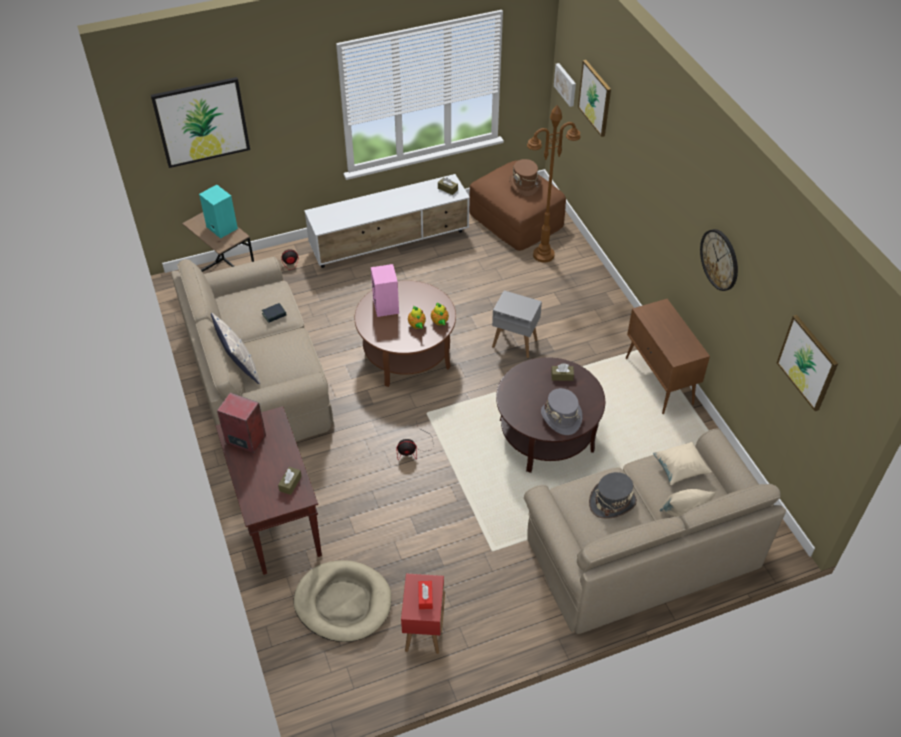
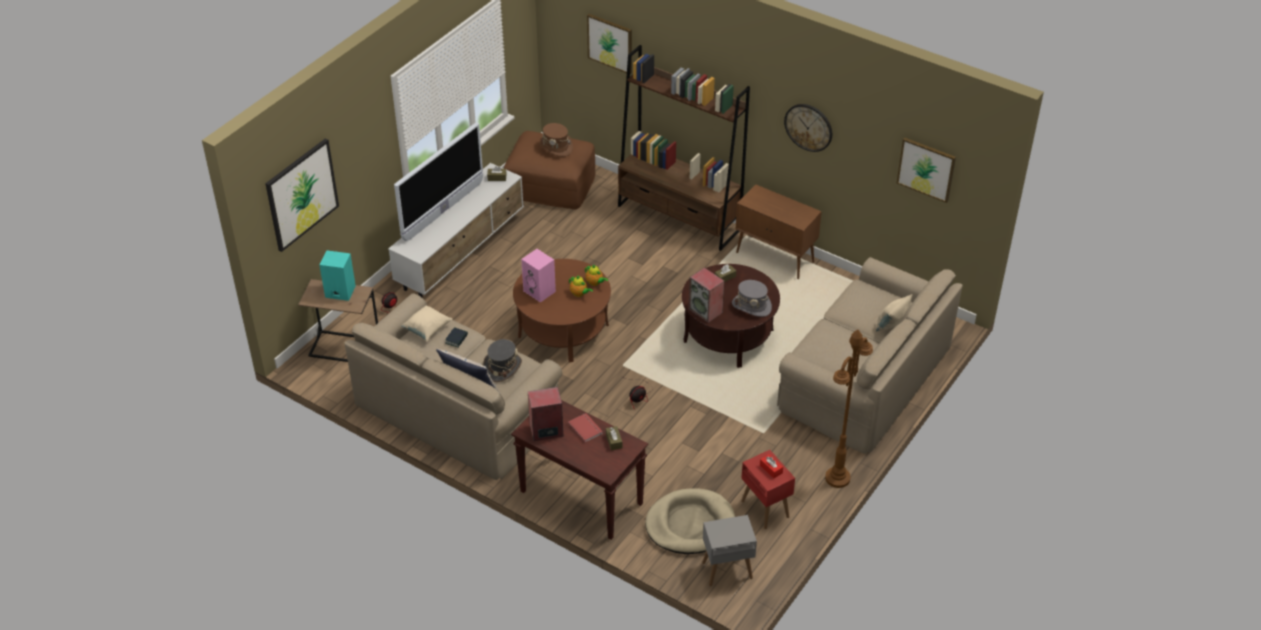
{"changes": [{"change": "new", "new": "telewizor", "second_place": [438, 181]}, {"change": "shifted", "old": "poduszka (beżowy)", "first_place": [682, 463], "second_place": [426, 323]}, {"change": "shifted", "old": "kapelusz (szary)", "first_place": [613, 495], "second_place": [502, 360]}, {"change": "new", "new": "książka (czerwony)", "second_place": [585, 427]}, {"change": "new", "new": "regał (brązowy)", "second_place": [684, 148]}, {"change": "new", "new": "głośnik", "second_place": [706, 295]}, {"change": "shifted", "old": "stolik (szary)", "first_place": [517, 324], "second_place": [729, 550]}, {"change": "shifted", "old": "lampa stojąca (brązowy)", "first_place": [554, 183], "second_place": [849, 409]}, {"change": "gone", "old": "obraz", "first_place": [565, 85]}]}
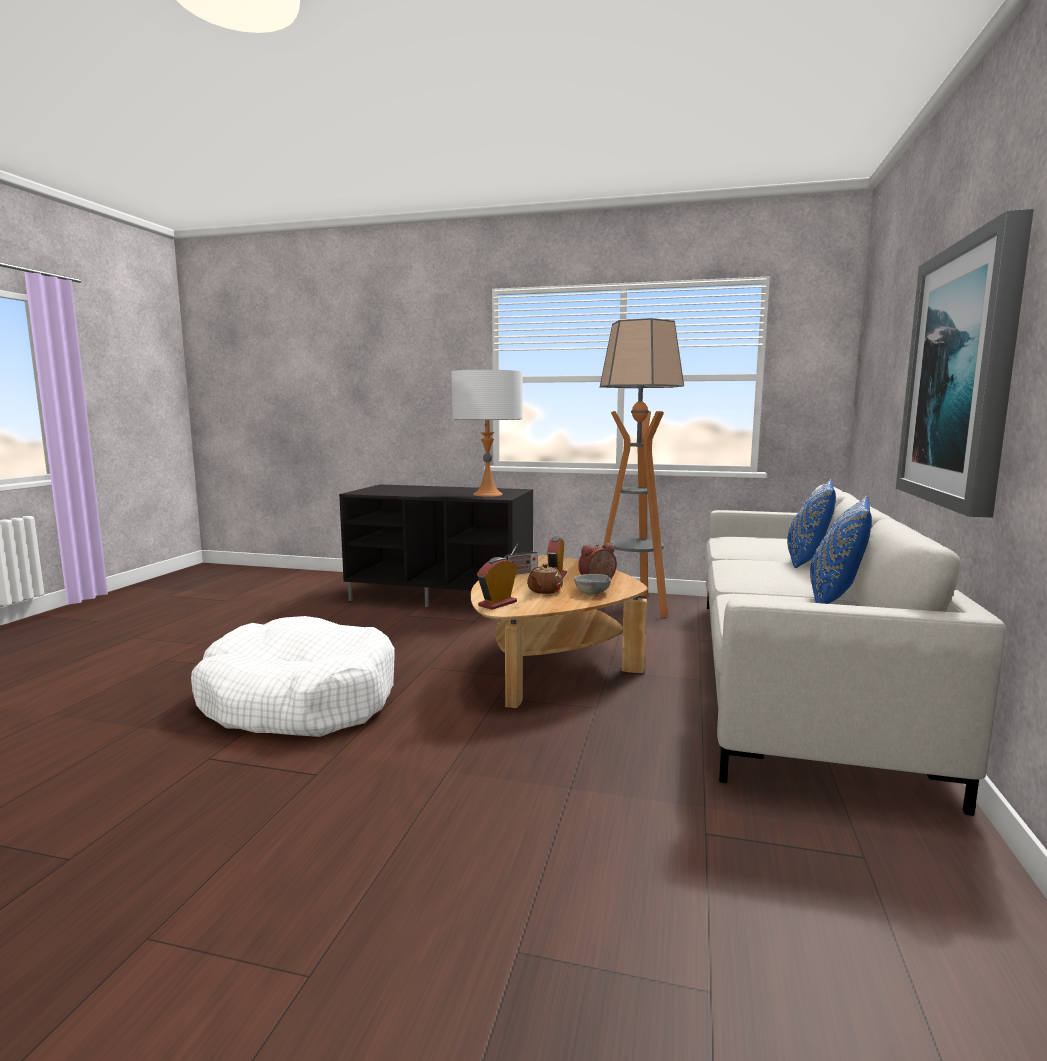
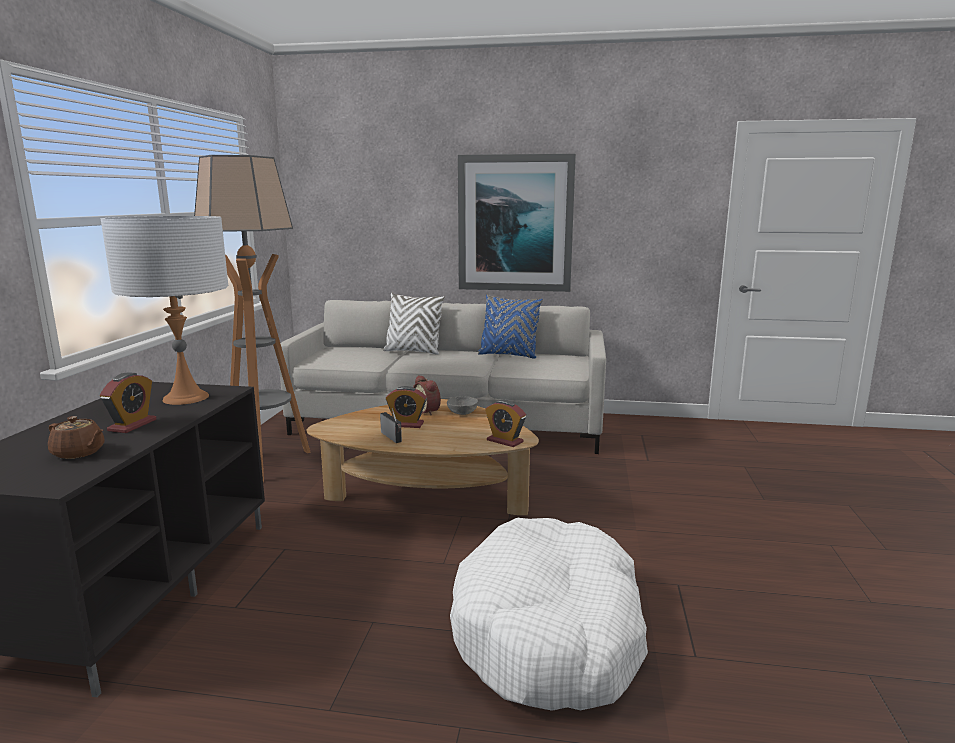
{"changes": [{"change": "shifted", "old": "imbryk (brązowy)", "first_place": [545, 578], "second_place": [76, 437]}, {"change": "new", "new": "budzik", "second_place": [128, 402]}, {"change": "repainted", "old": "poduszka (niebieski)", "new": "poduszka (biały)", "first_place": [811, 523], "second_place": [414, 324]}]}
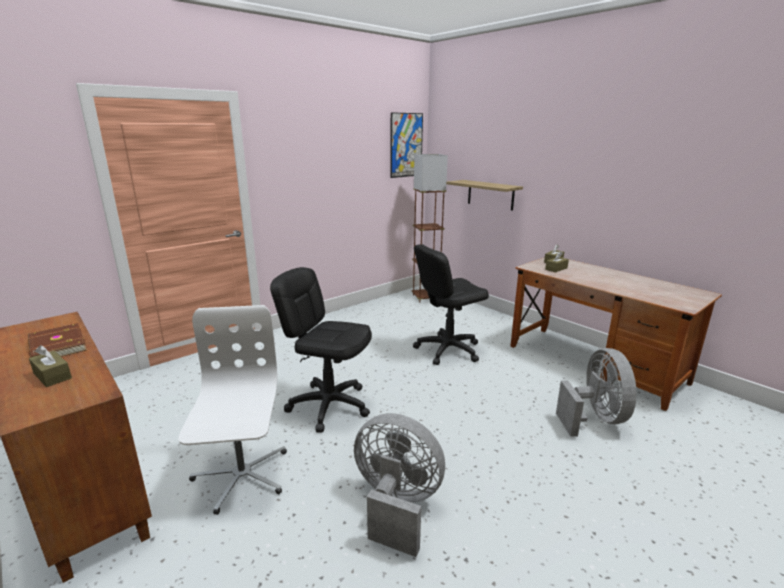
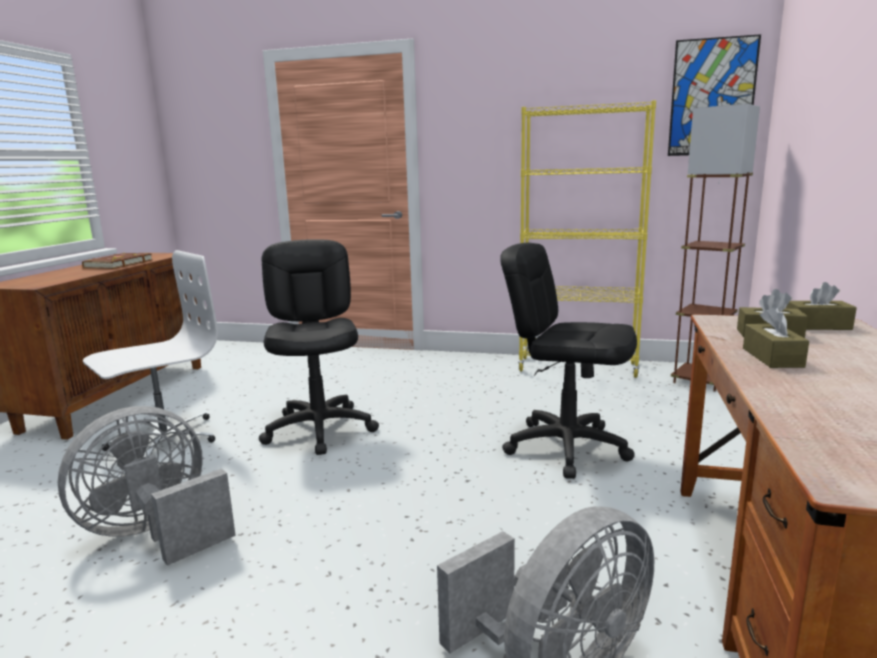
{"changes": [{"change": "rotated", "old": "wentylator (szary)", "first_place": [399, 485], "second_place": [147, 486], "degrees": -120}, {"change": "new", "new": "regał (żółty)", "second_place": [587, 239]}, {"change": "shifted", "old": "pudełko chusteczek (brązowy)", "first_place": [50, 366], "second_place": [776, 337]}, {"change": "gone", "old": "półka", "first_place": [484, 195]}]}
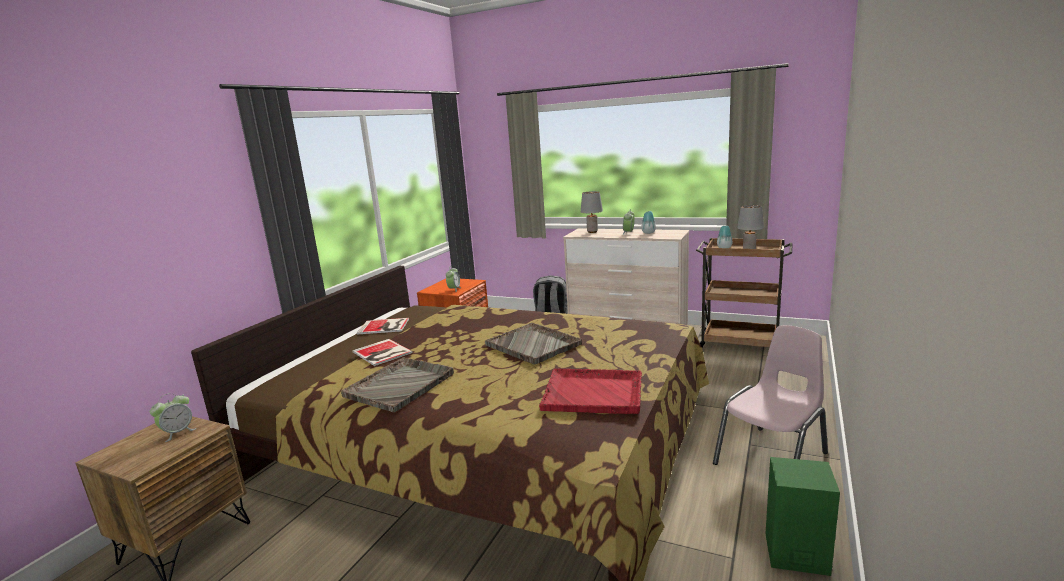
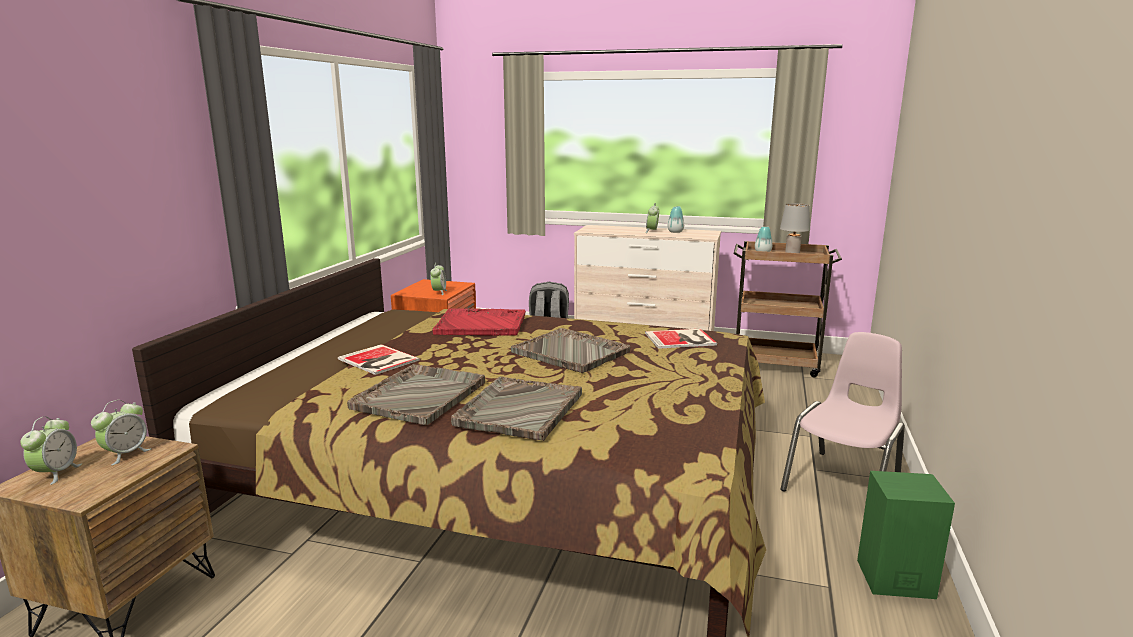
{"changes": [{"change": "new", "new": "budzik", "second_place": [51, 450]}, {"change": "shifted", "old": "taca (czerwony)", "first_place": [590, 391], "second_place": [479, 322]}, {"change": "new", "new": "taca (szary)", "second_place": [516, 409]}, {"change": "shifted", "old": "książka", "first_place": [383, 326], "second_place": [681, 339]}, {"change": "gone", "old": "lampa stołowa (szary)", "first_place": [592, 212]}]}
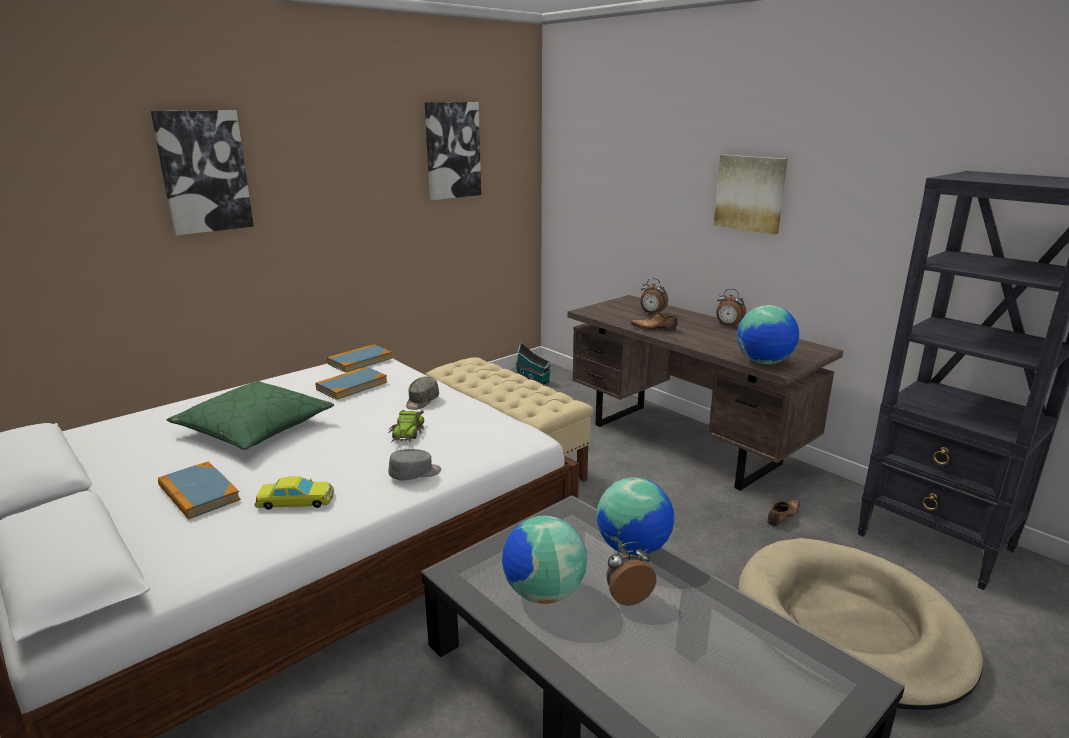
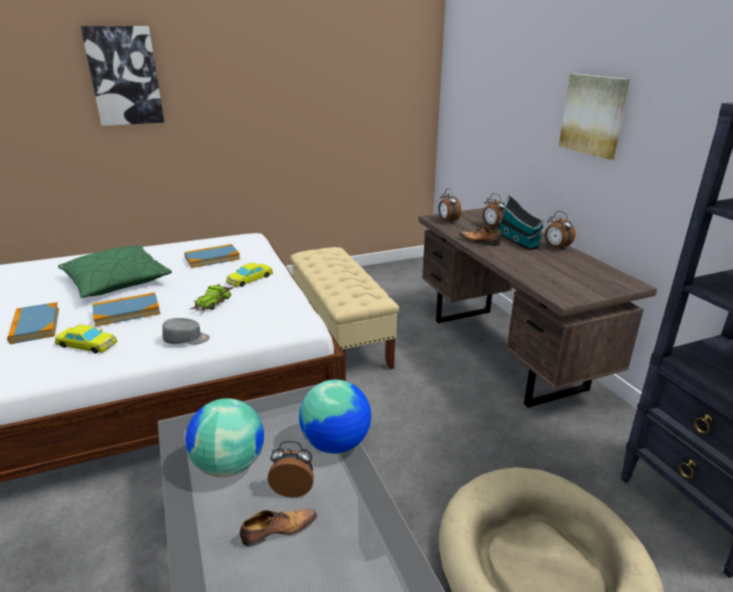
{"changes": [{"change": "shifted", "old": "książka", "first_place": [359, 358], "second_place": [126, 309]}, {"change": "swapped", "old": "czapka z daszkiem (szary)", "new": "samochodzik (żółty)", "first_place": [422, 393], "second_place": [249, 275]}, {"change": "shifted", "old": "but", "first_place": [783, 513], "second_place": [278, 527]}, {"change": "new", "new": "budzik", "second_place": [450, 205]}, {"change": "shifted", "old": "domek", "first_place": [533, 363], "second_place": [521, 222]}, {"change": "gone", "old": "obraz", "first_place": [453, 151]}, {"change": "gone", "old": "globus", "first_place": [768, 334]}]}
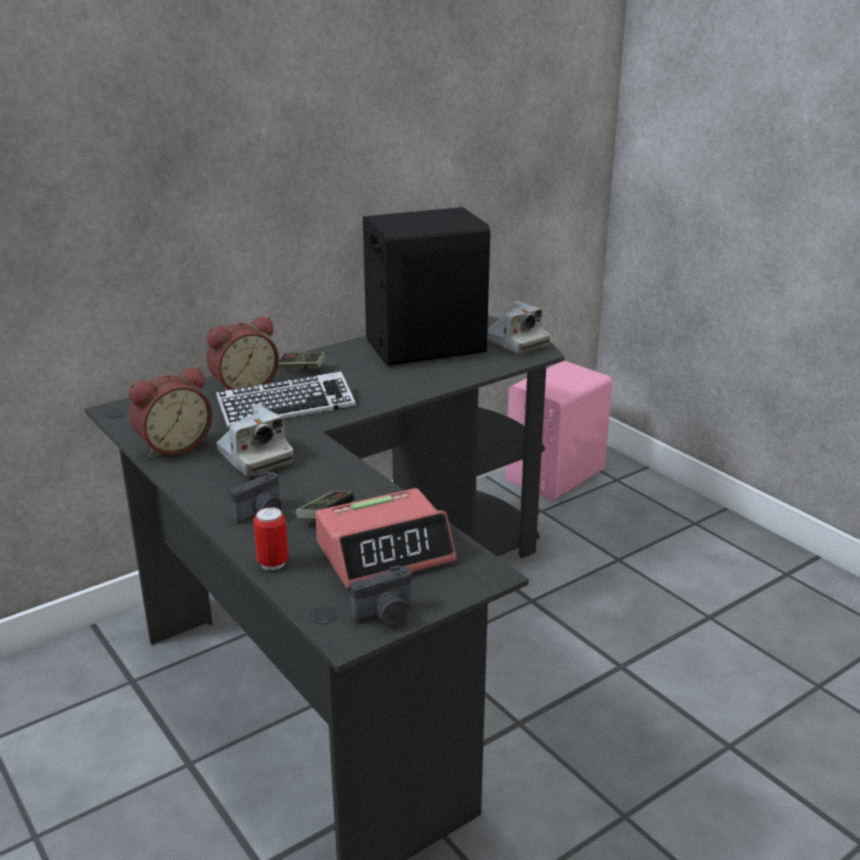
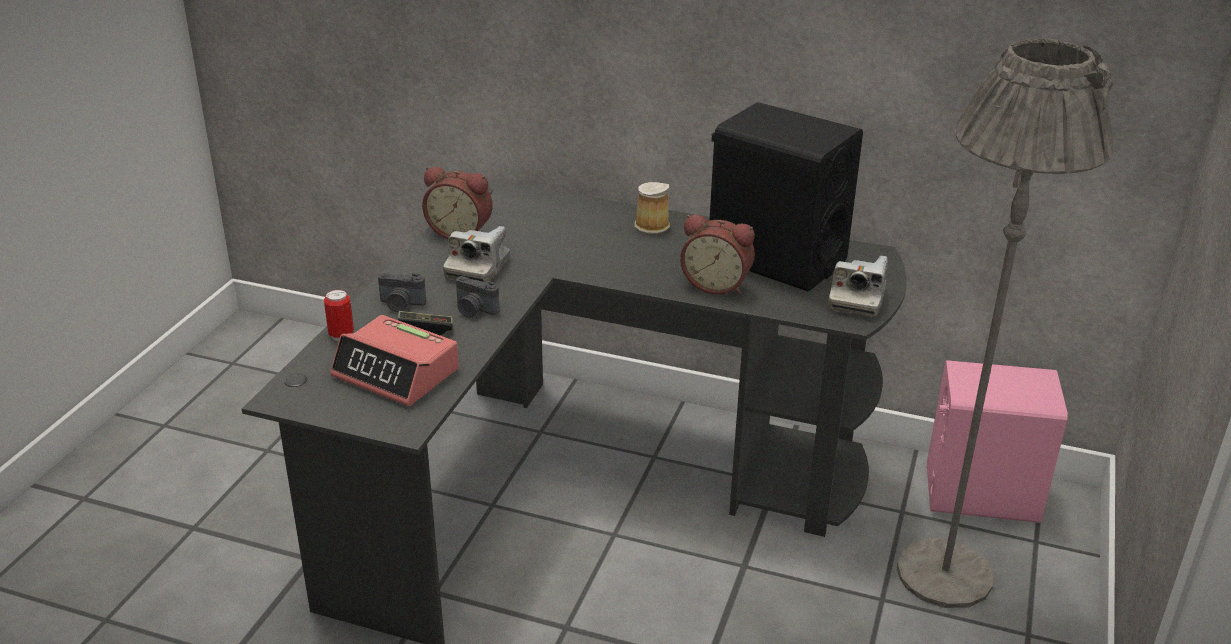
{"changes": [{"change": "shifted", "old": "aparat fotograficzny", "first_place": [381, 595], "second_place": [478, 297]}, {"change": "swapped", "old": "pad do gier", "new": "kubek", "first_place": [302, 360], "second_place": [652, 208]}, {"change": "shifted", "old": "budzik", "first_place": [243, 353], "second_place": [717, 255]}, {"change": "new", "new": "lampa stojąca (szary)", "second_place": [1005, 323]}, {"change": "gone", "old": "klawiatura", "first_place": [286, 400]}]}
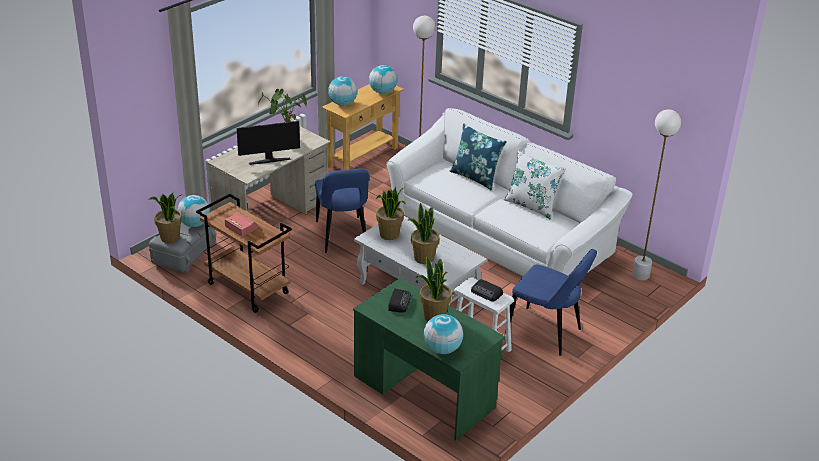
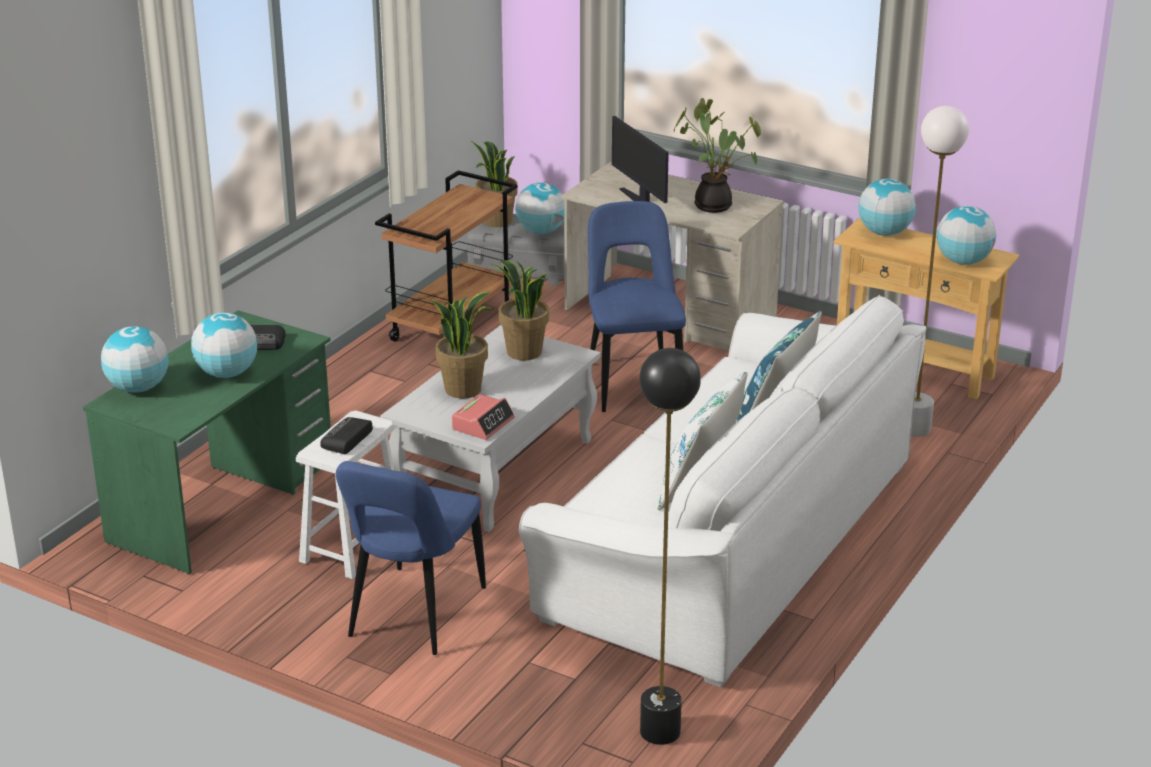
{"changes": [{"change": "swapped", "old": "roślina doniczkowa", "new": "globus", "first_place": [434, 288], "second_place": [224, 345]}, {"change": "shifted", "old": "budzik", "first_place": [242, 224], "second_place": [483, 417]}, {"change": "rotated", "old": "krzesło (niebieski)", "first_place": [342, 210], "second_place": [637, 306], "degrees": 105}, {"change": "repainted", "old": "lampa stojąca (biały)", "new": "lampa stojąca (czarny)", "first_place": [656, 194], "second_place": [670, 546]}]}
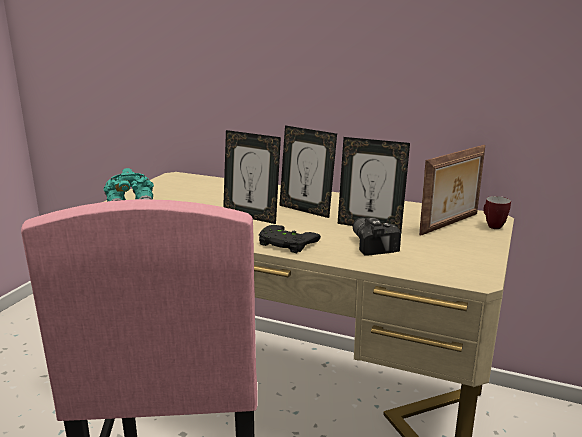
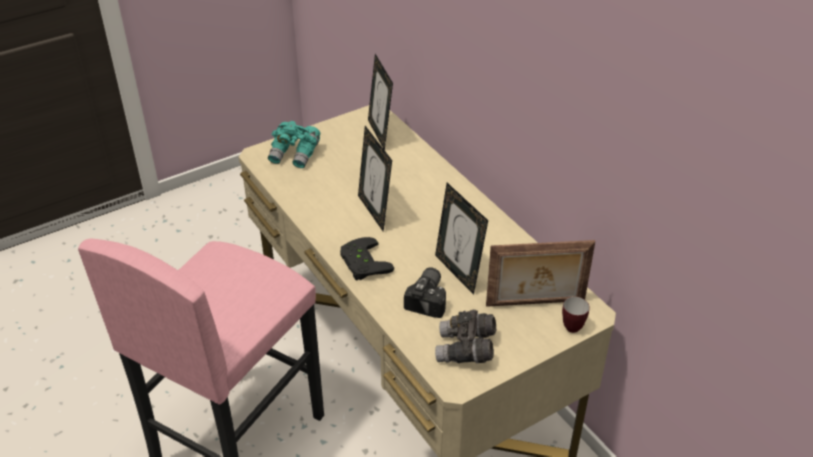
{"changes": [{"change": "shifted", "old": "ramka na zdjęcie", "first_place": [308, 172], "second_place": [380, 102]}, {"change": "new", "new": "lornetka (szary)", "second_place": [465, 336]}]}
